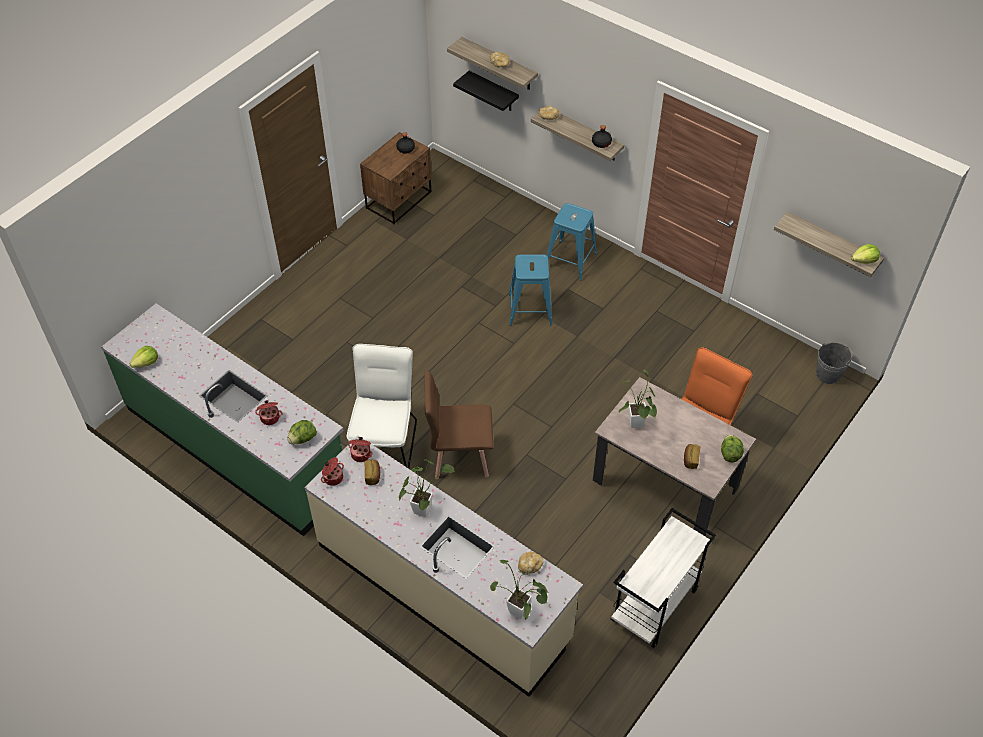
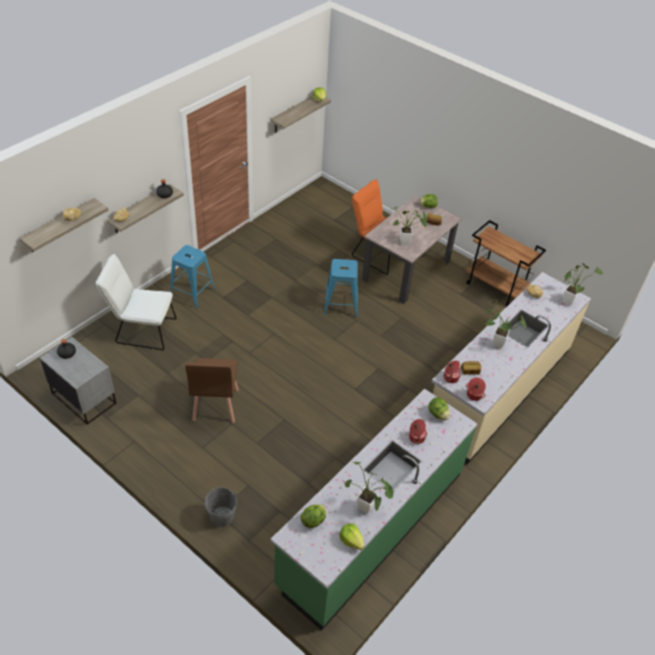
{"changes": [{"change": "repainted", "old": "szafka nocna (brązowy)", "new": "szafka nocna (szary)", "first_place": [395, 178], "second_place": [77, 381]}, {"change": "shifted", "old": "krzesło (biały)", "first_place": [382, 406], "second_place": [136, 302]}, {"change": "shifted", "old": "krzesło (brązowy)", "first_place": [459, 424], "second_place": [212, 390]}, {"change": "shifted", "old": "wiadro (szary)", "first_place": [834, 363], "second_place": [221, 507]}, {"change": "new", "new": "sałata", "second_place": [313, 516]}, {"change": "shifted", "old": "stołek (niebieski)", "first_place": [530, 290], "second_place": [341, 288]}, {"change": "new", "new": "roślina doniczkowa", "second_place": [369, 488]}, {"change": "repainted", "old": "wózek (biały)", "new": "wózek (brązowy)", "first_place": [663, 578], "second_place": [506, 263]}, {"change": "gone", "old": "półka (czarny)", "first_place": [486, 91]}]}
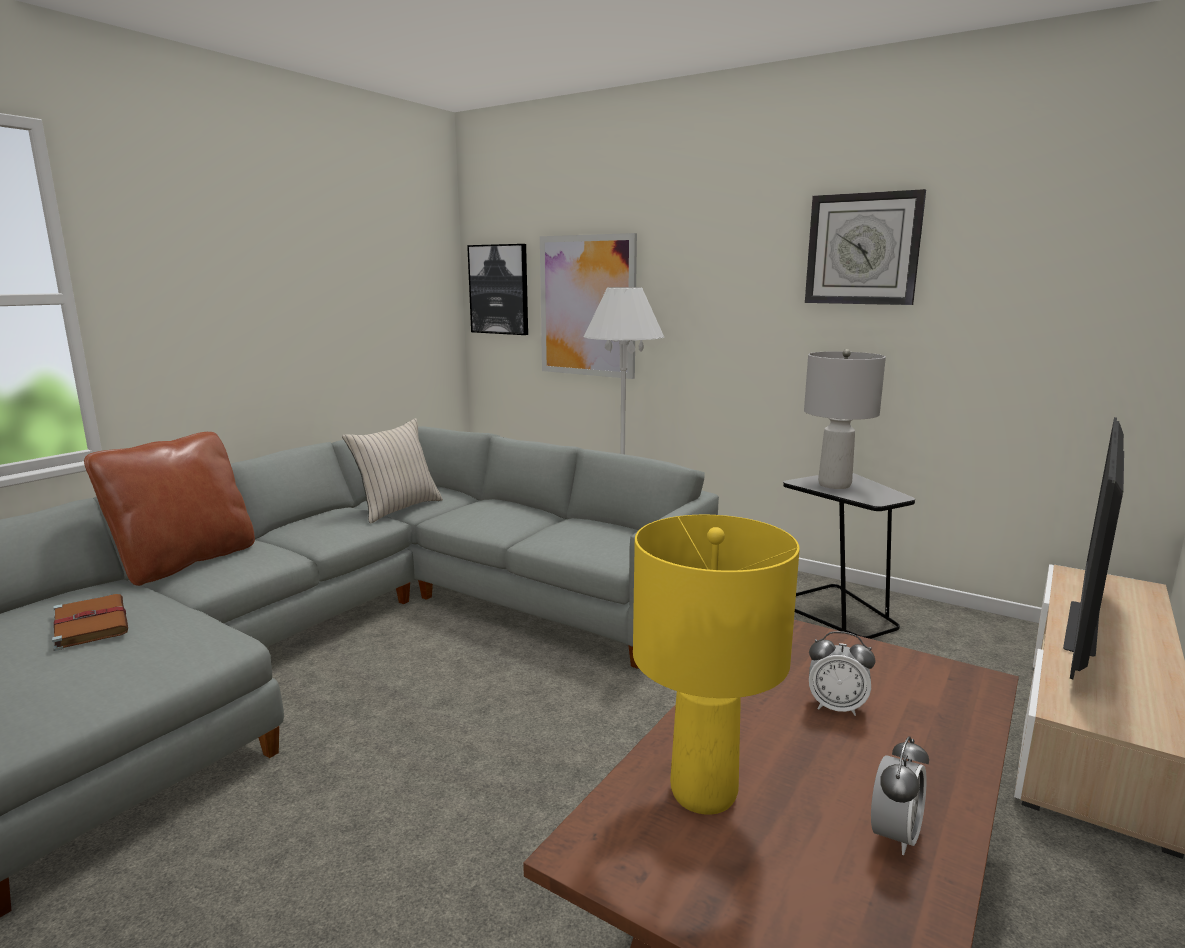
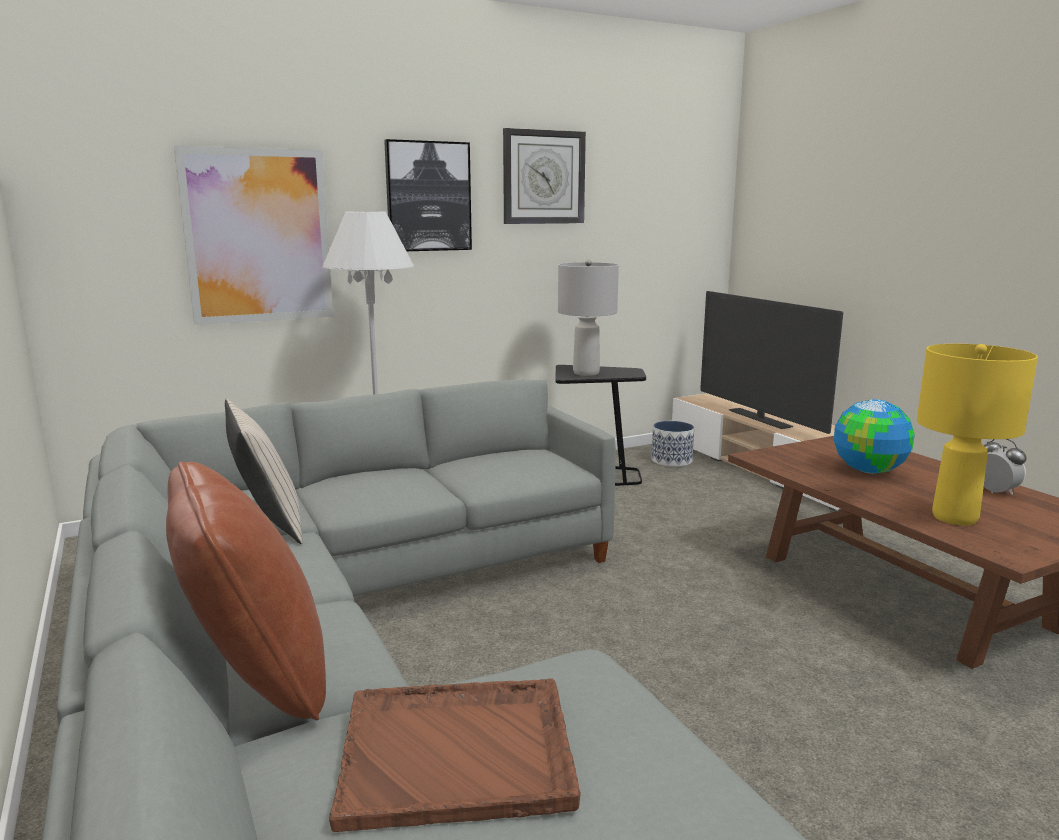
{"changes": [{"change": "swapped", "old": "książka (brązowy)", "new": "taca (brązowy)", "first_place": [90, 622], "second_place": [455, 755]}, {"change": "shifted", "old": "obraz", "first_place": [497, 289], "second_place": [428, 195]}, {"change": "new", "new": "donica", "second_place": [673, 444]}, {"change": "swapped", "old": "budzik", "new": "globus", "first_place": [842, 673], "second_place": [874, 436]}]}
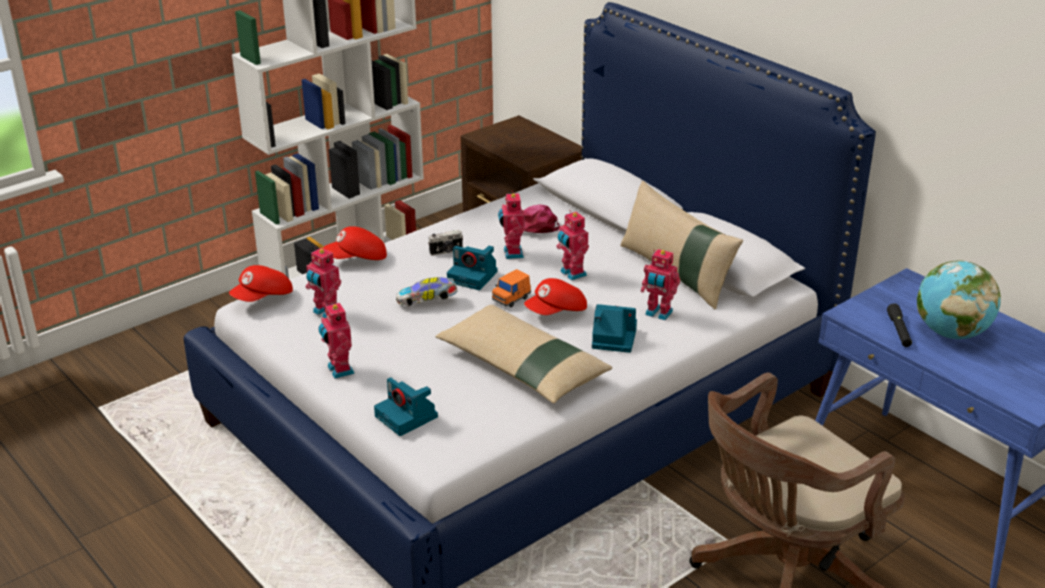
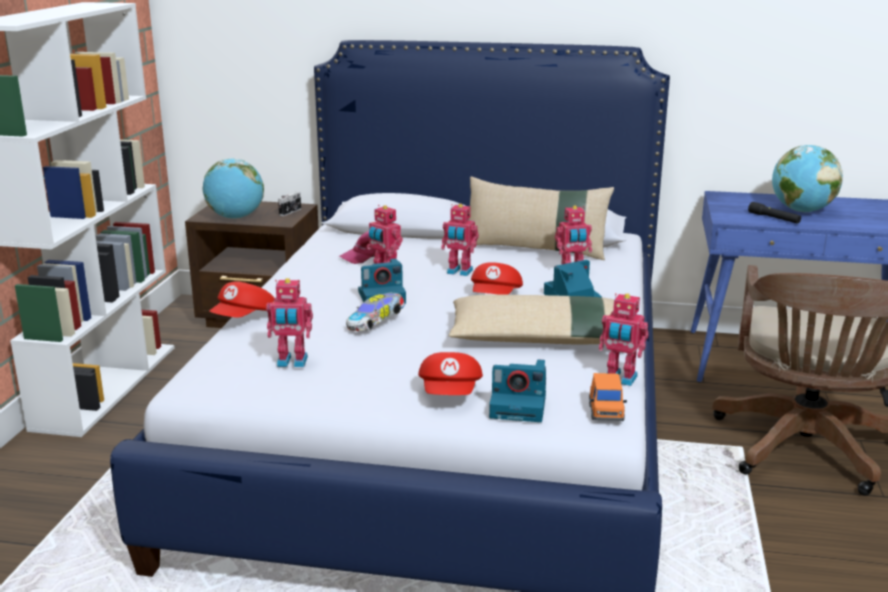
{"changes": [{"change": "new", "new": "globus", "second_place": [233, 188]}, {"change": "shifted", "old": "aparat fotograficzny", "first_place": [445, 243], "second_place": [289, 204]}, {"change": "shifted", "old": "czapka z daszkiem (czerwony)", "first_place": [261, 283], "second_place": [450, 373]}, {"change": "shifted", "old": "samochodzik (pomarańczowy)", "first_place": [511, 288], "second_place": [608, 397]}, {"change": "shifted", "old": "robot zabawkowy", "first_place": [336, 340], "second_place": [624, 339]}]}
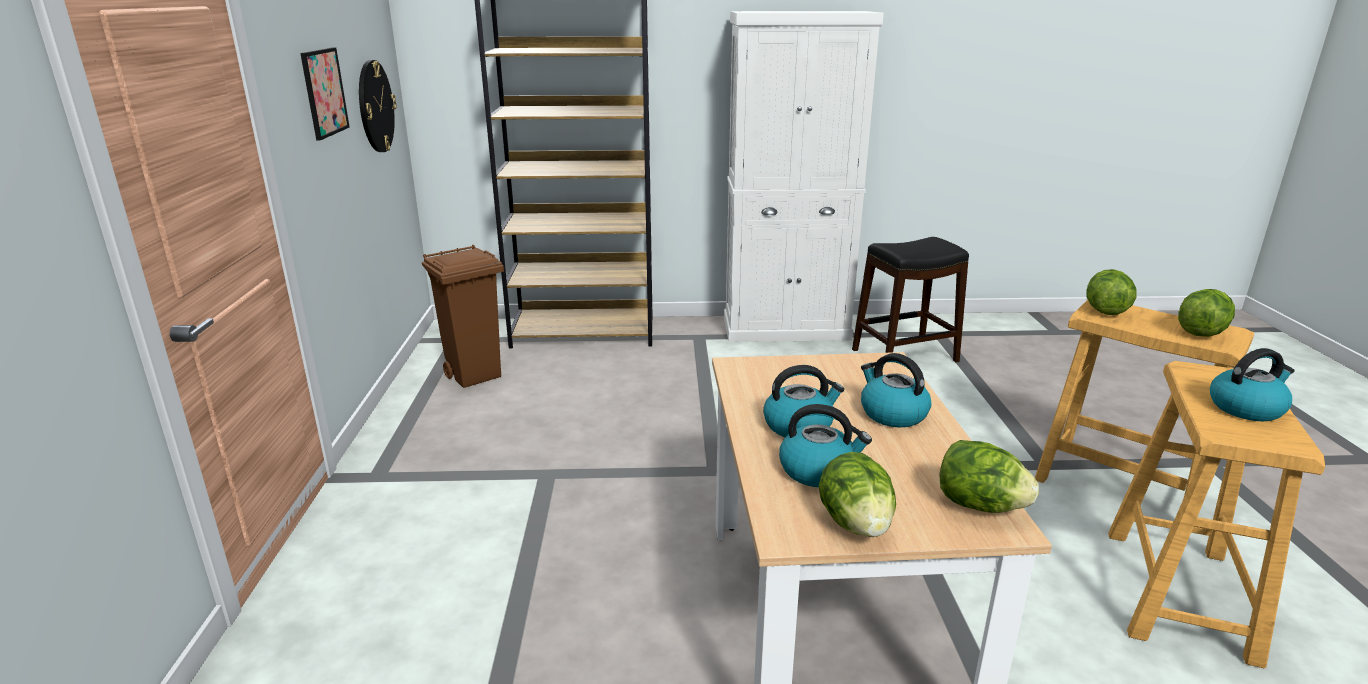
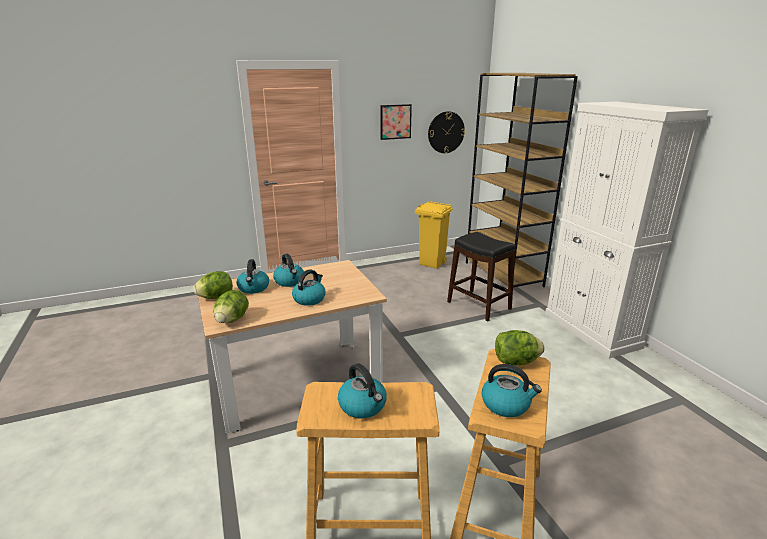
{"changes": [{"change": "repainted", "old": "kosz na śmieci (brązowy)", "new": "kosz na śmieci (żółty)", "first_place": [463, 316], "second_place": [434, 235]}, {"change": "shifted", "old": "stołek (czarny)", "first_place": [910, 299], "second_place": [481, 276]}, {"change": "swapped", "old": "sałata", "new": "czajnik", "first_place": [1206, 313], "second_place": [512, 390]}]}
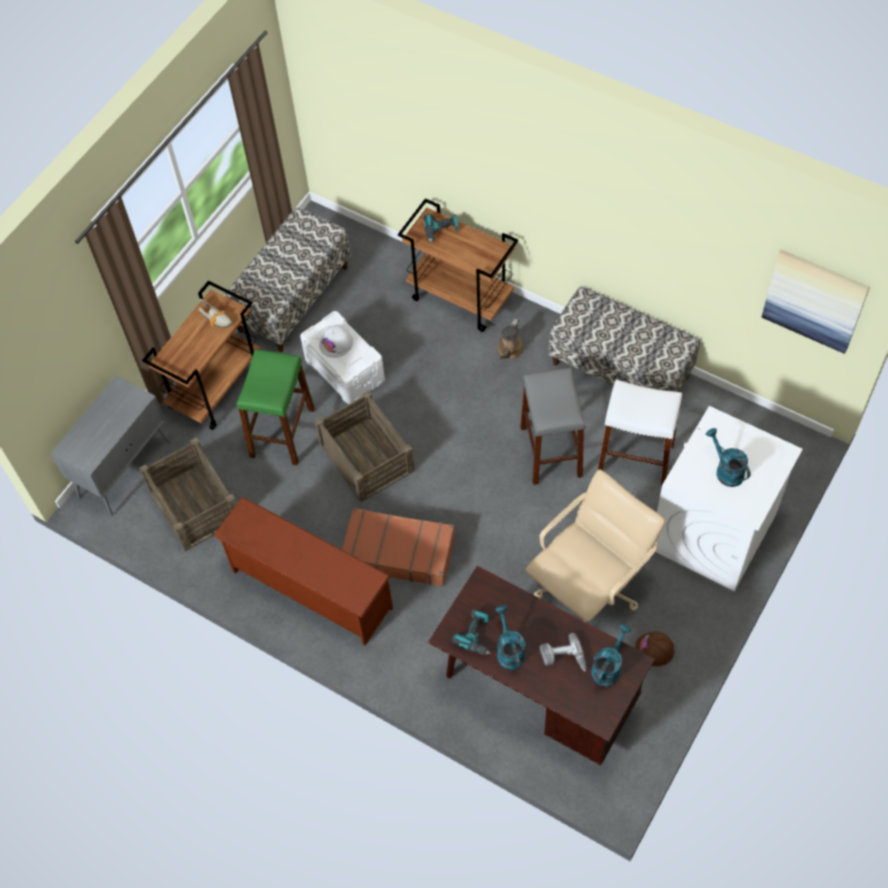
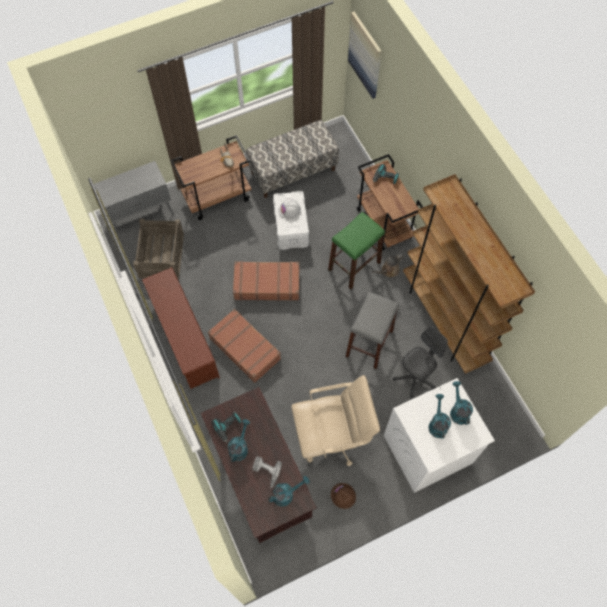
{"changes": [{"change": "swapped", "old": "skrzynka", "new": "walizka (brązowy)", "first_place": [364, 446], "second_place": [266, 281]}, {"change": "shifted", "old": "stołek (zielony)", "first_place": [276, 407], "second_place": [356, 251]}, {"change": "shifted", "old": "obraz", "first_place": [816, 302], "second_place": [364, 55]}, {"change": "swapped", "old": "stołek (biały)", "new": "krzesło biurowe (szary)", "first_place": [640, 433], "second_place": [420, 362]}, {"change": "swapped", "old": "ławka", "new": "regał (brązowy)", "first_place": [624, 339], "second_place": [469, 274]}, {"change": "new", "new": "konewka (turkusowy)", "second_place": [461, 403]}]}
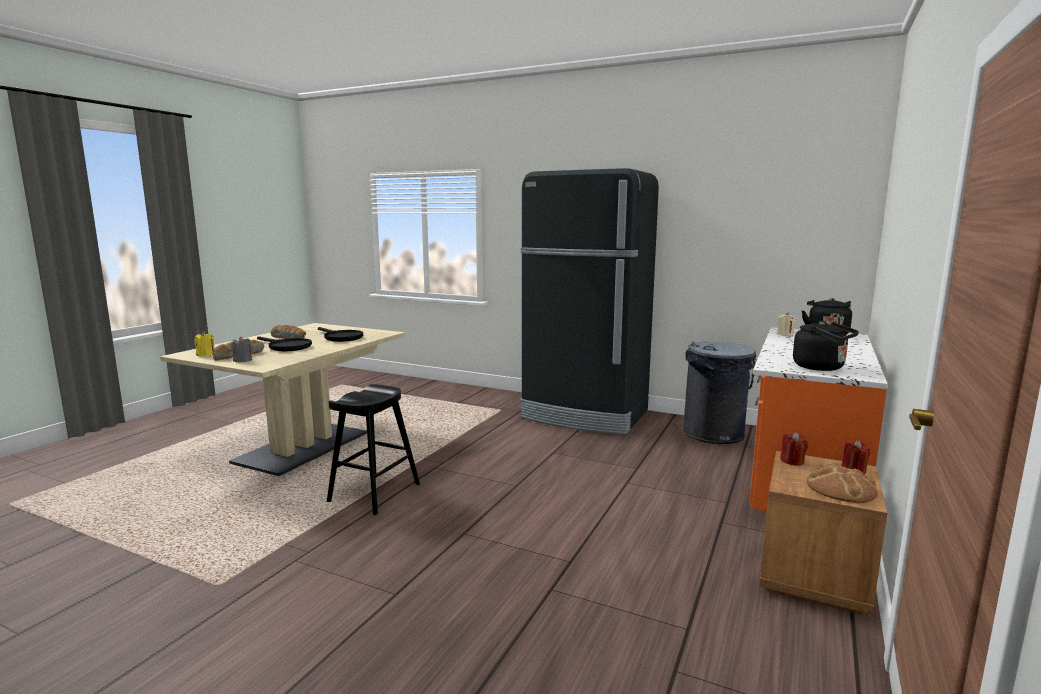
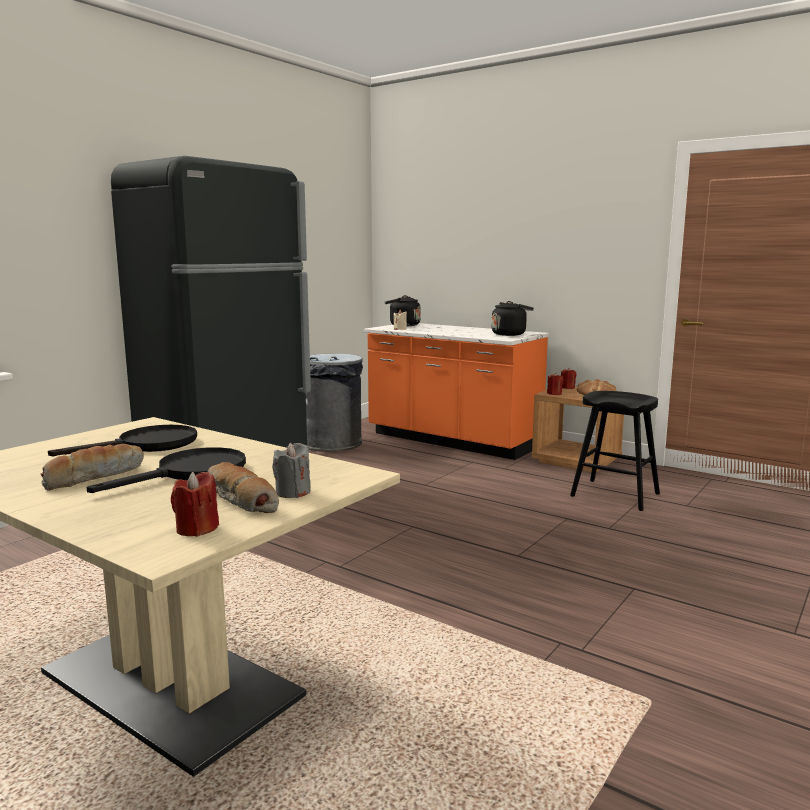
{"changes": [{"change": "repainted", "old": "świeca (żółty)", "new": "świeca (czerwony)", "first_place": [204, 343], "second_place": [195, 504]}, {"change": "shifted", "old": "stołek (czarny)", "first_place": [373, 449], "second_place": [615, 451]}]}
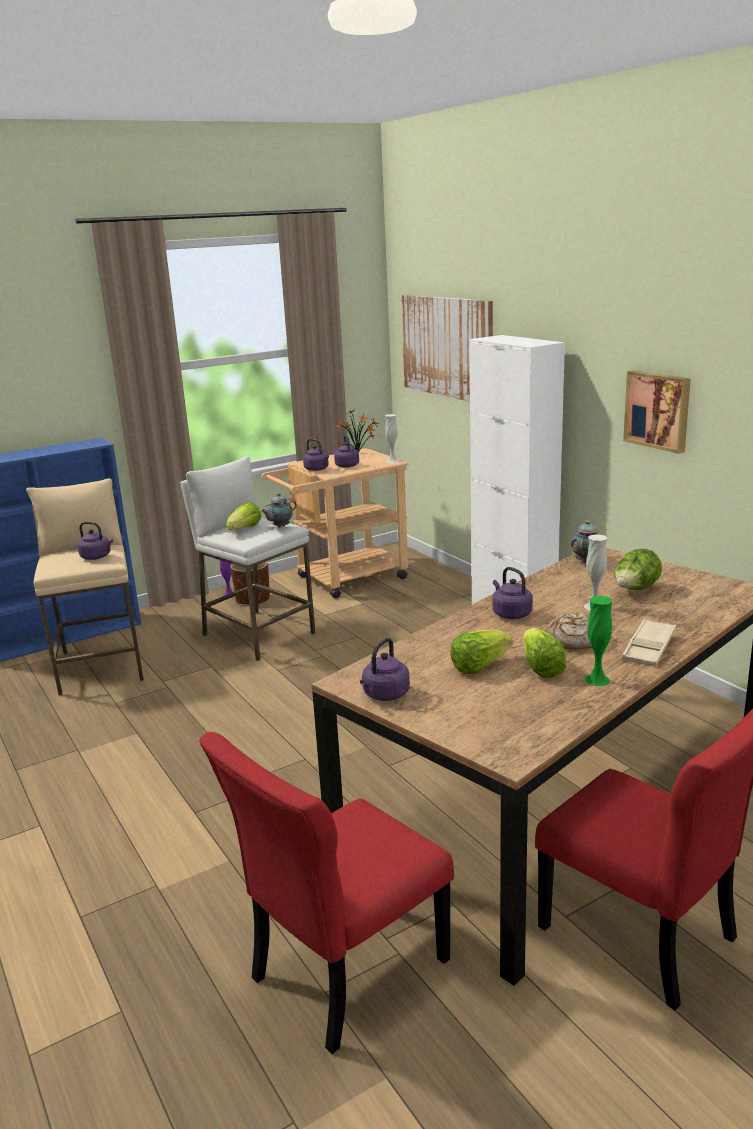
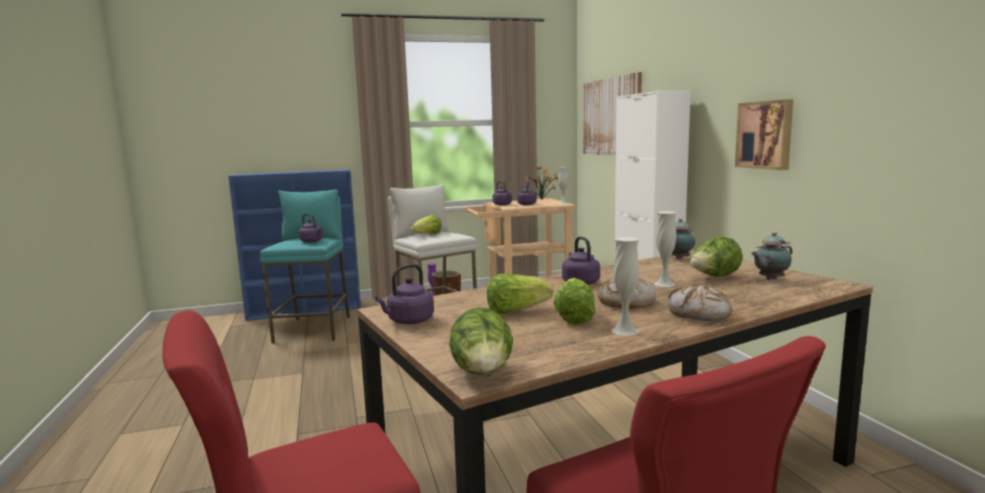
{"changes": [{"change": "repainted", "old": "stołek (beżowy)", "new": "stołek (turkusowy)", "first_place": [85, 587], "second_place": [305, 266]}, {"change": "new", "new": "sałata", "second_place": [481, 340]}, {"change": "repainted", "old": "wazon (zielony)", "new": "wazon (biały)", "first_place": [598, 641], "second_place": [625, 286]}, {"change": "swapped", "old": "taca (beżowy)", "new": "chleb", "first_place": [649, 643], "second_place": [700, 302]}, {"change": "shifted", "old": "imbryk", "first_place": [278, 510], "second_place": [771, 256]}]}
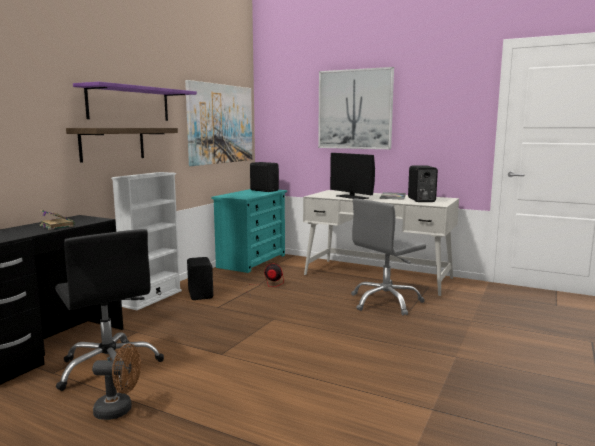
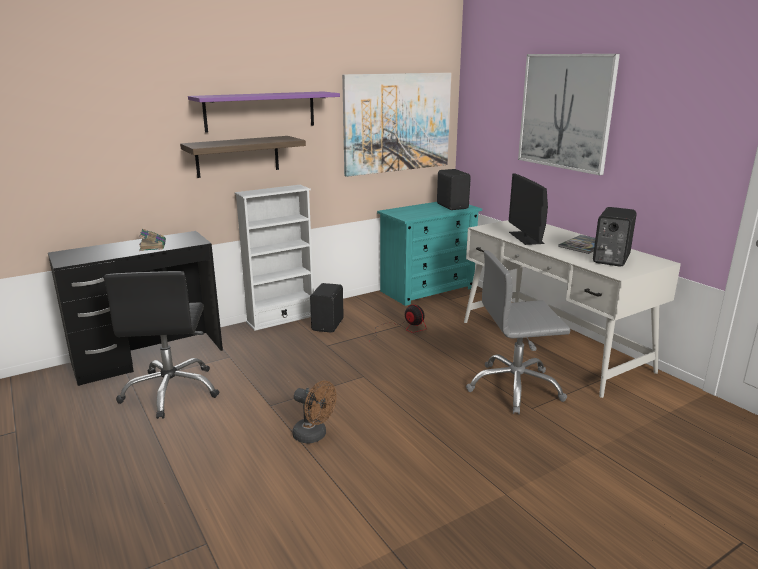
{"changes": [{"change": "shifted", "old": "wentylator (brązowy)", "first_place": [116, 382], "second_place": [314, 412]}]}
